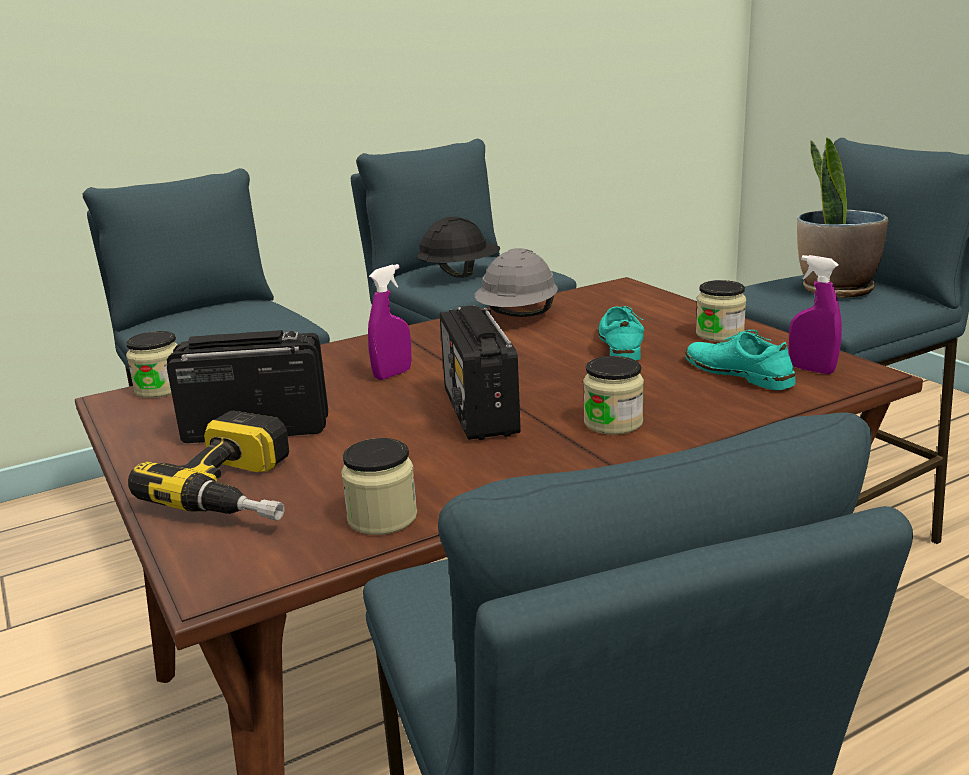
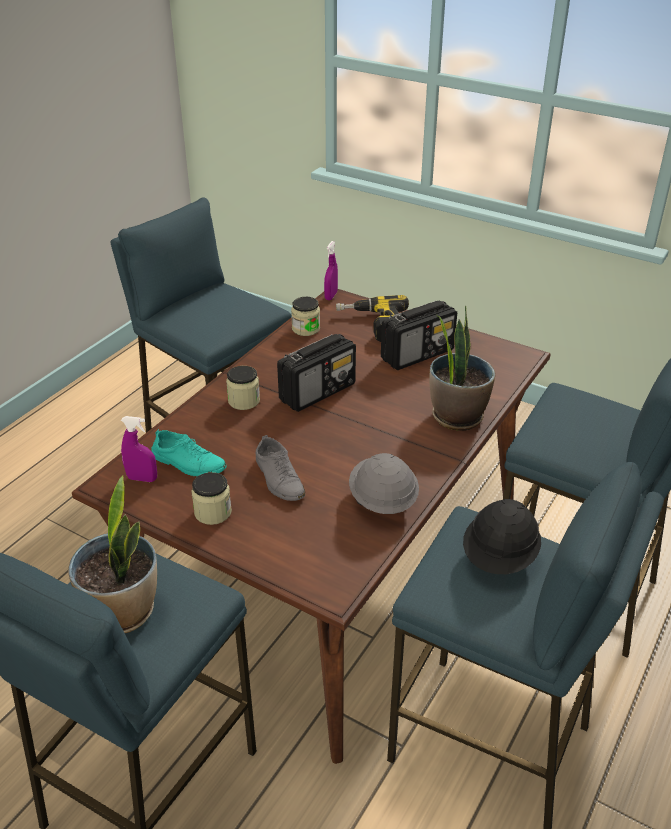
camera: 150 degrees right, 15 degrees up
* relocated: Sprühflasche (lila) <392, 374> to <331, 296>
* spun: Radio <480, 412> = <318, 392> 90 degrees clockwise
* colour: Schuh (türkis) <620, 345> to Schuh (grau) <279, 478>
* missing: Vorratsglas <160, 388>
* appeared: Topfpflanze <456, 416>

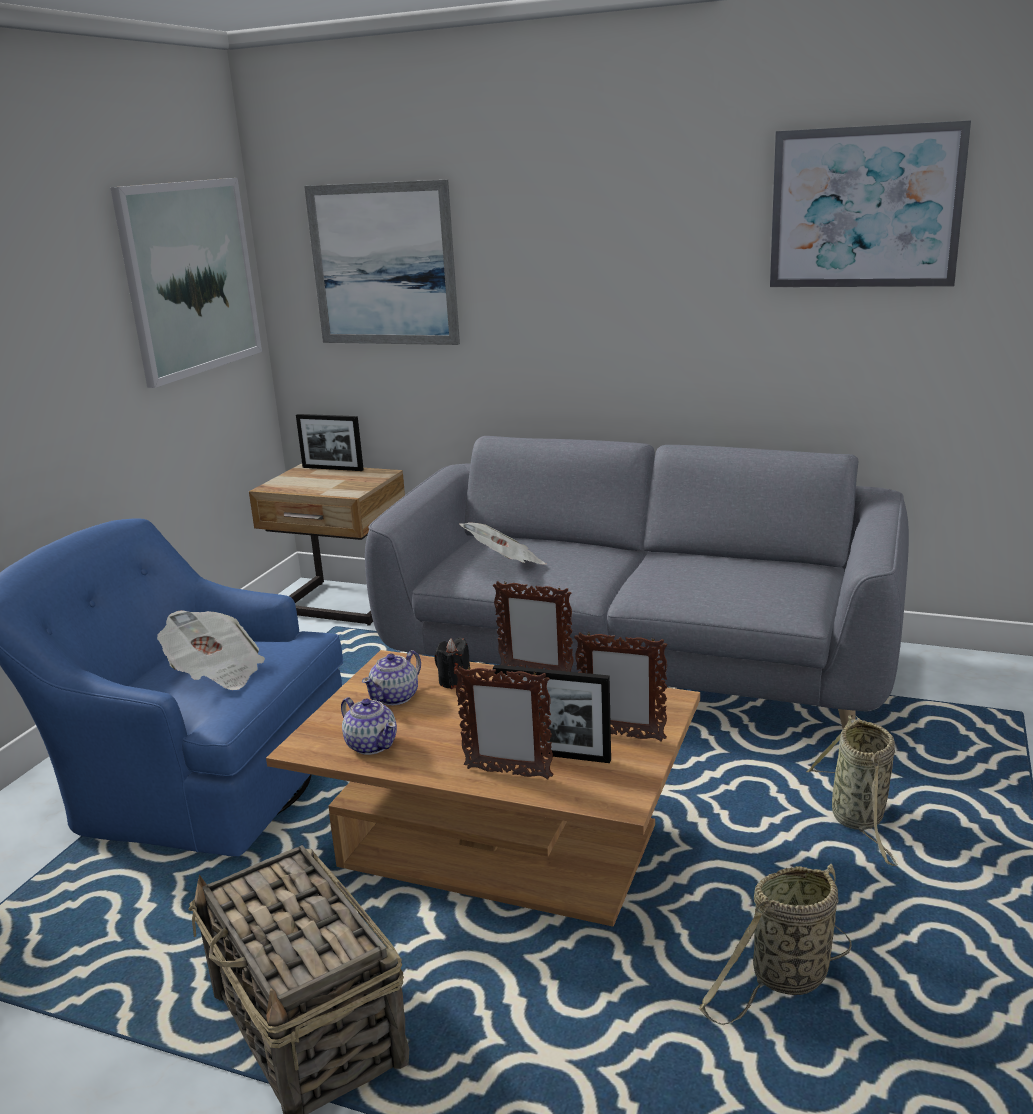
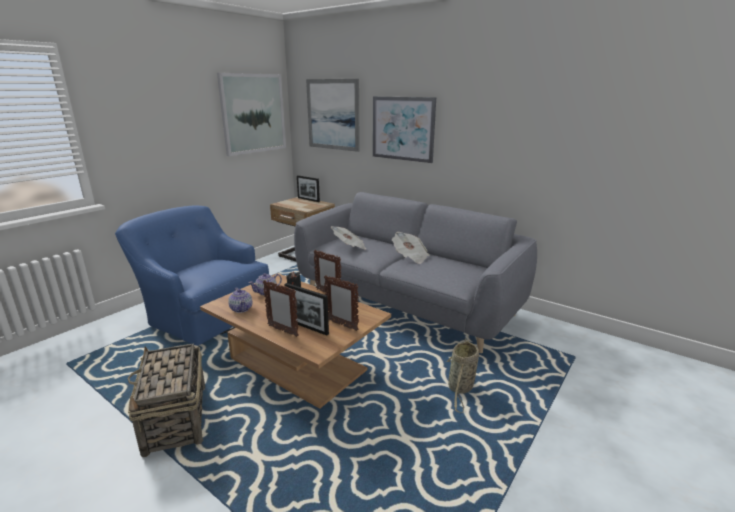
camera: 15 degrees right, 0 degrees up
* relocated: Bild <865, 208> to <403, 128>
* relocated: Zeitung <216, 672> to <410, 257>
* missing: Korb <786, 979>

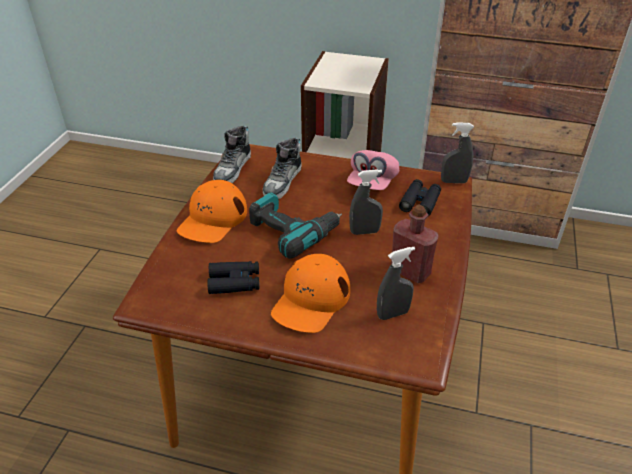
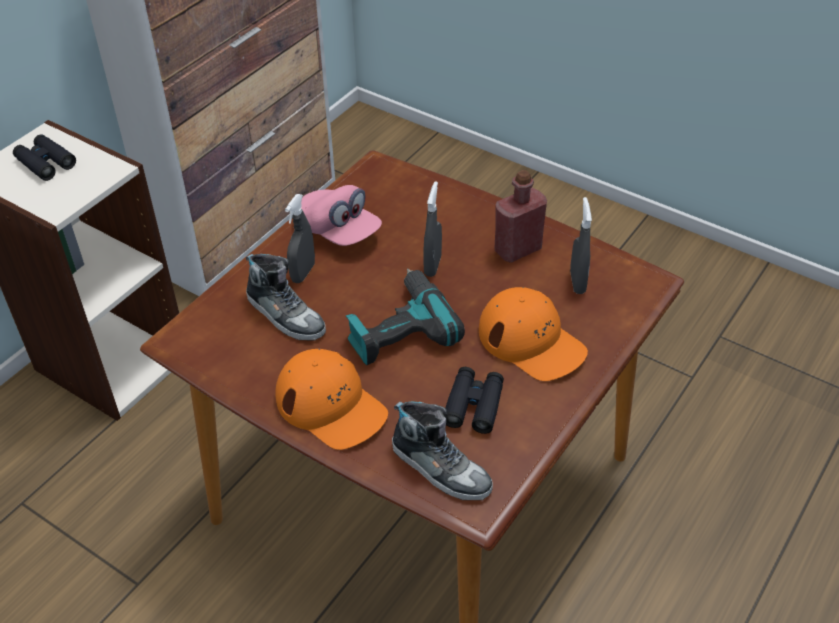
camera: 70 degrees left, 5 degrees up
* relocated: Sprühflasche (grau) <454, 181> to <303, 273>
* relocated: Schuh <233, 169> to <441, 468>
* relocated: Fernglas (schwarz) <420, 202> to <45, 163>

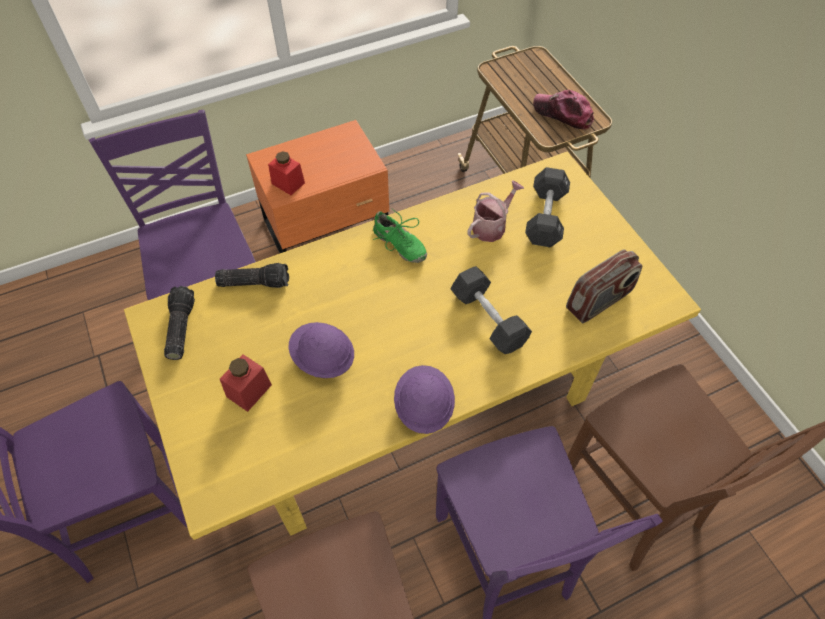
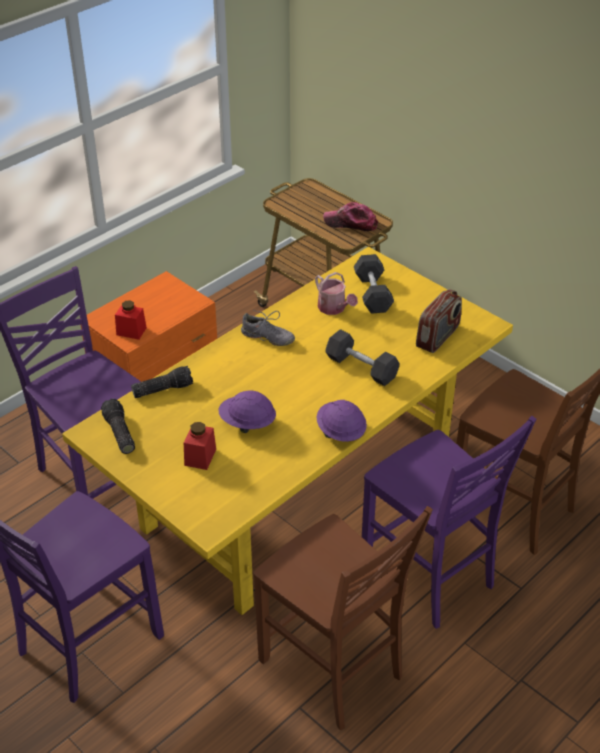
camera: 20 degrees left, 15 degrees down
* spun: Gießkanne <492, 226> = <334, 309> 120 degrees clockwise
* colour: Schuh (grün) <399, 245> to Schuh (grau) <267, 338>

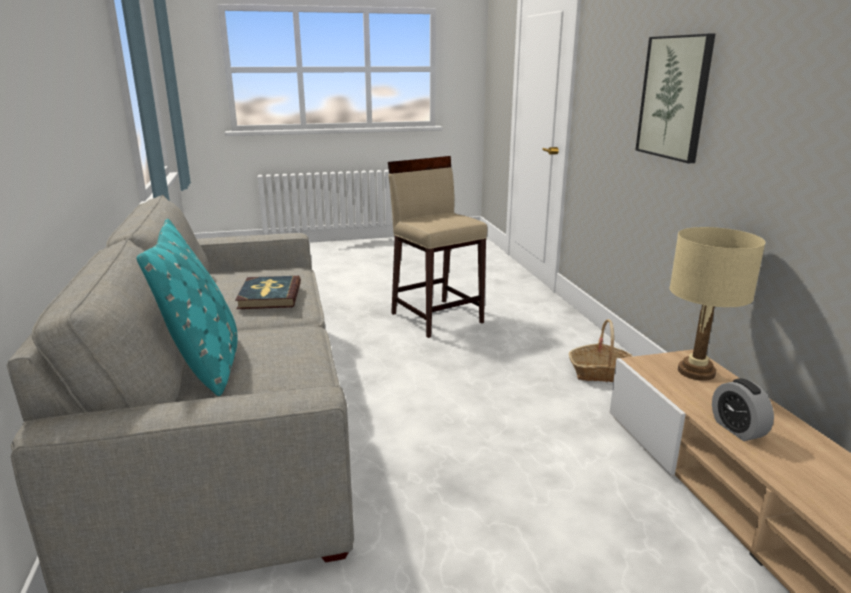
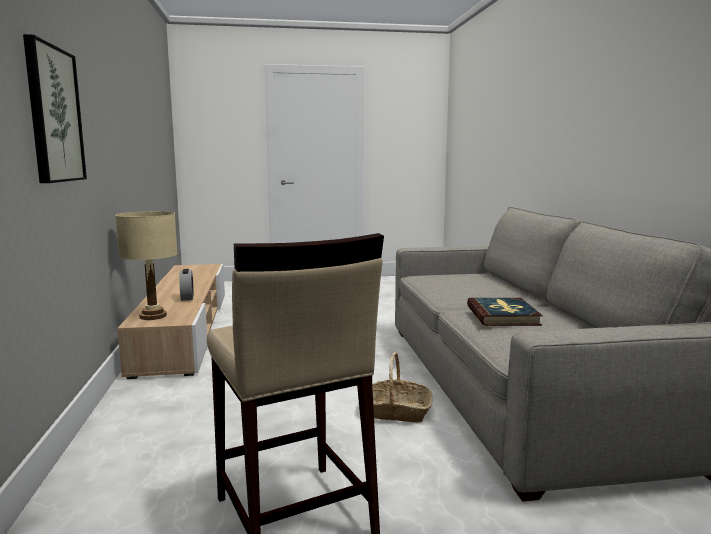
camera: 175 degrees left, 10 degrees down
* missing: Kissen (türkis) <205, 363>
* relocated: Korb <602, 373> to <395, 411>

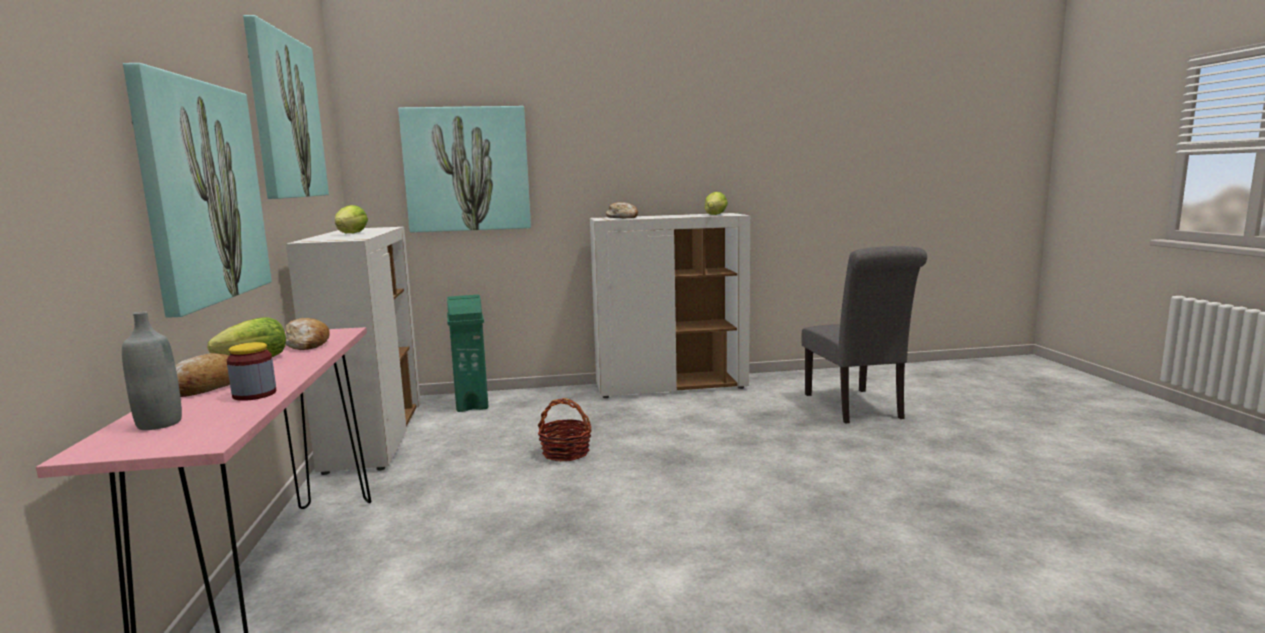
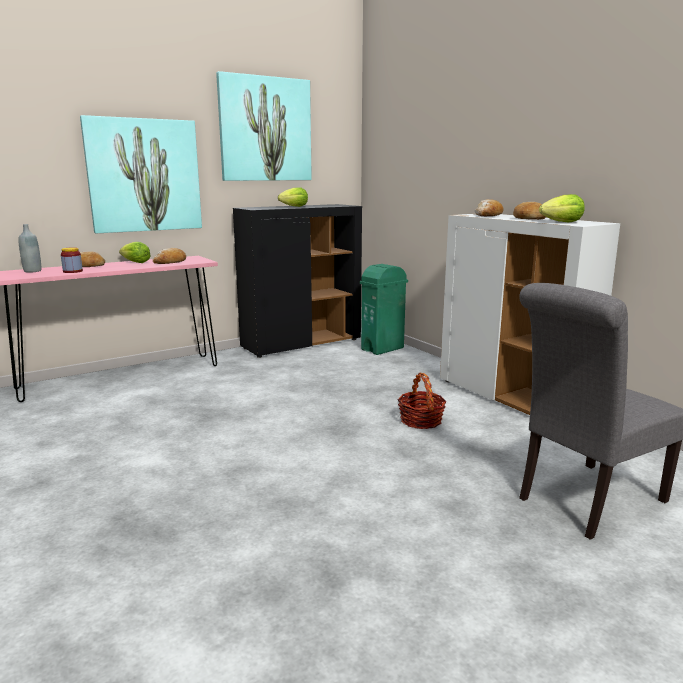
camera: 65 degrees right, 5 degrees up
* missing: Bild <467, 169>
* colour: Schrank (weiß) <374, 437> to Schrank (schwarz) <302, 343>
* relocated: Korb <566, 453> to <421, 421>
* appeared: Brot <528, 218>

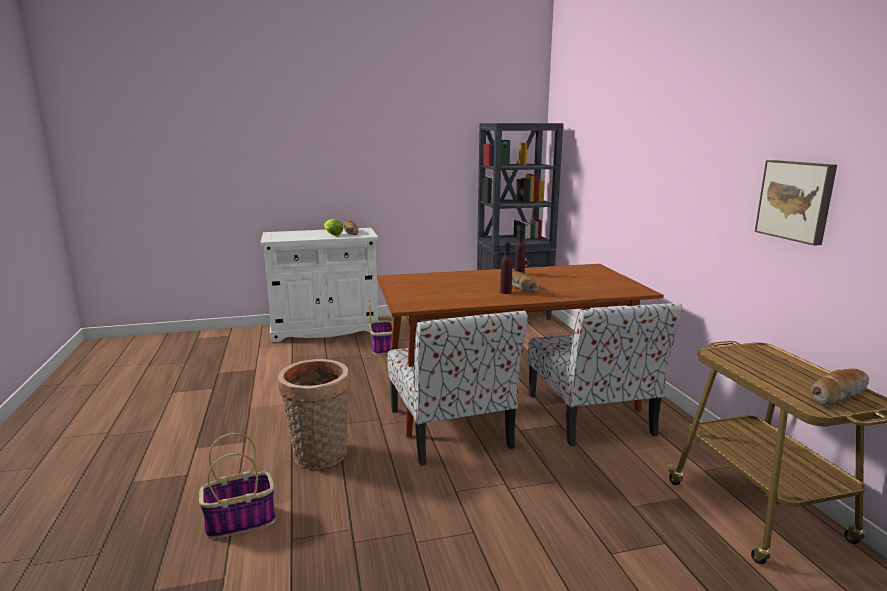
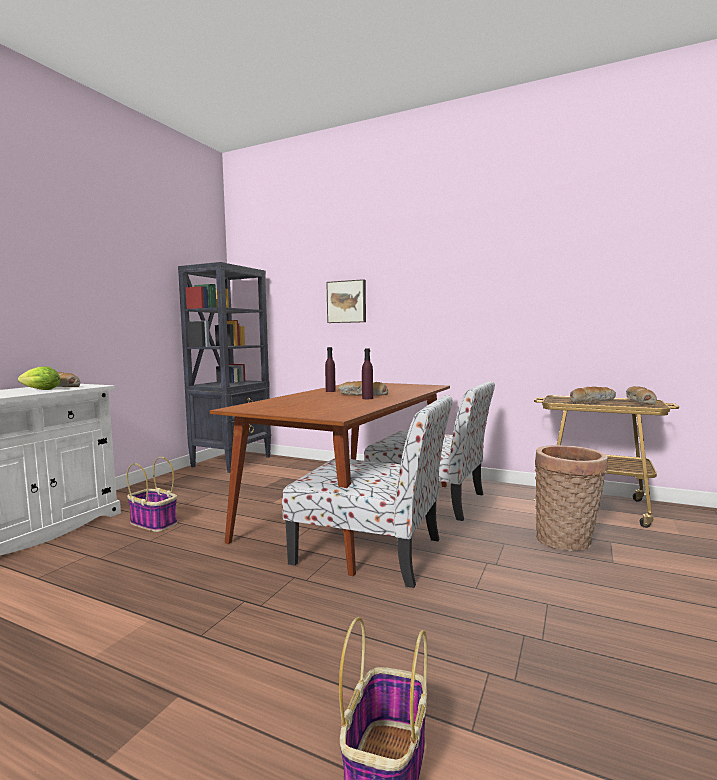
camera: 50 degrees left, 10 degrees down
* relocated: Bild <796, 200> to <347, 302>
* relocated: Korb <319, 457> to <567, 541>
* appeared: Brot <592, 401>

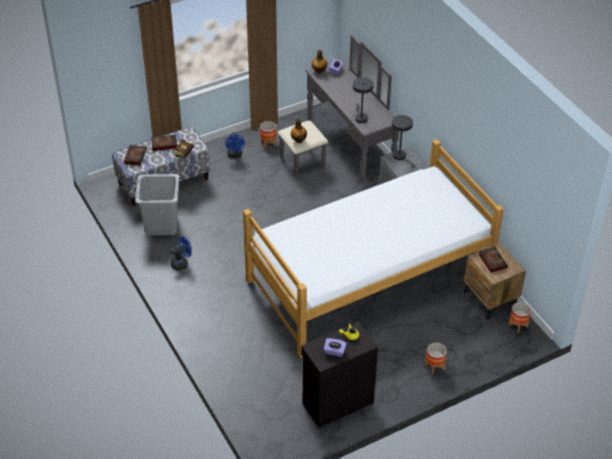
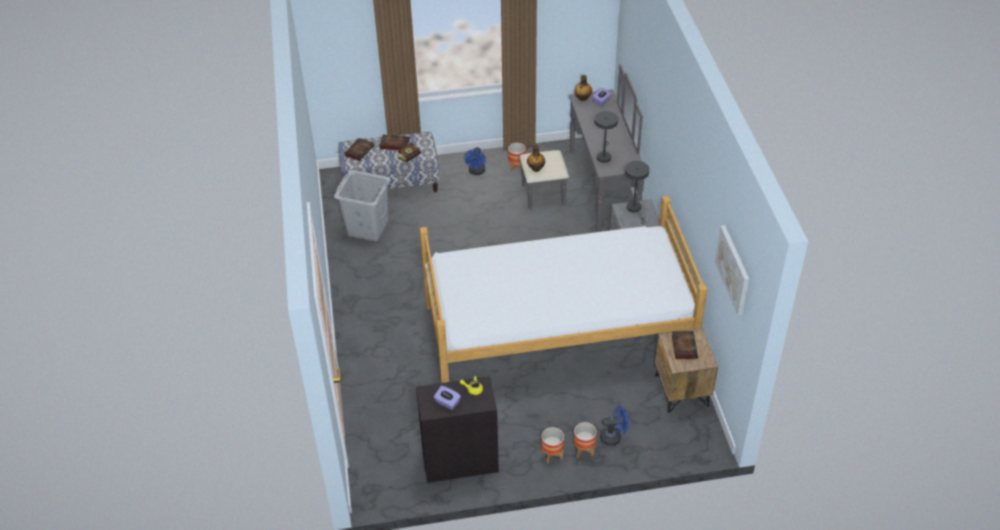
camera: 20 degrees right, 0 degrees up
* relocated: Ventilator (blau) <182, 263> to <614, 437>
* relocated: Pflanzkübel <518, 326> to <552, 455>
* appeared: Bild <733, 269>

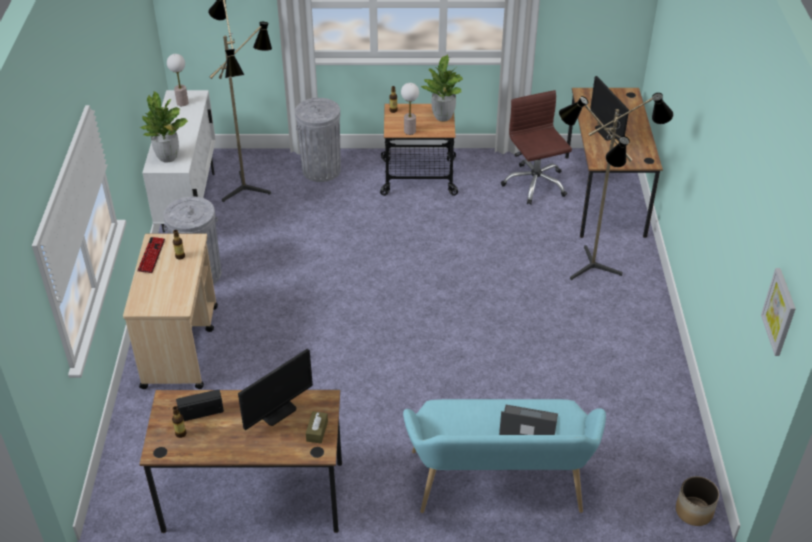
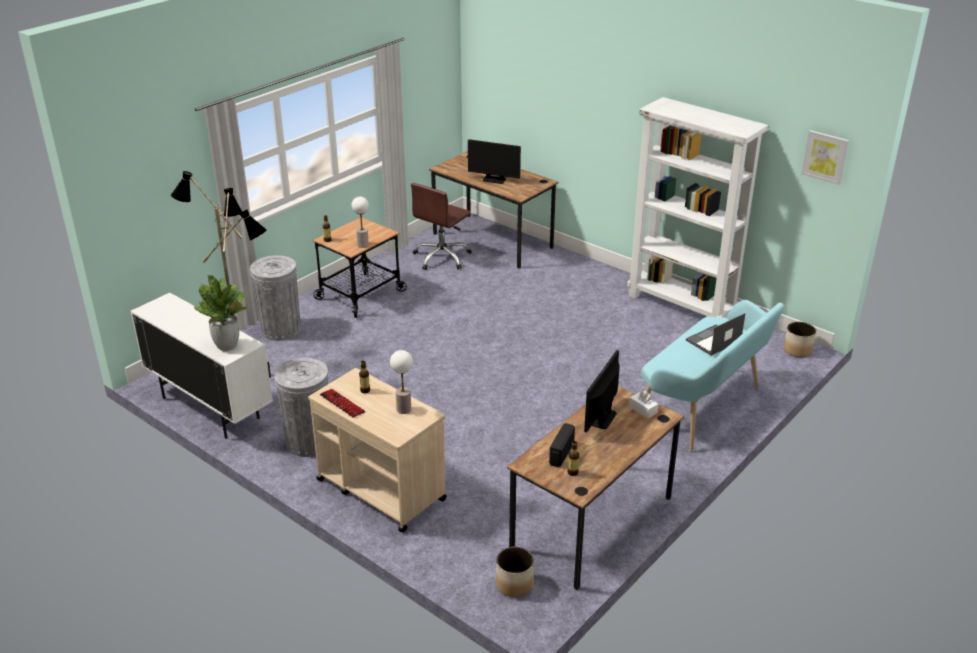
camera: 50 degrees left, 10 degrees down
* relocated: Tischlampe <182, 103> to <404, 409>
* missing: Topfpflanze <443, 117>
* spun: Bürostuhl (braun) <534, 184> = <442, 257> 75 degrees counterclockwise
* missing: Stehlampe <591, 271>
* spun: Monitor <277, 411> = <602, 418> 150 degrees counterclockwise
* colour: Taschentuchbox (braun) <317, 431> to Taschentuchbox (weiß) <643, 409>
* appeared: Bücherregal (weiß) <682, 306>
* appeared: Pflanzkübel <514, 584>

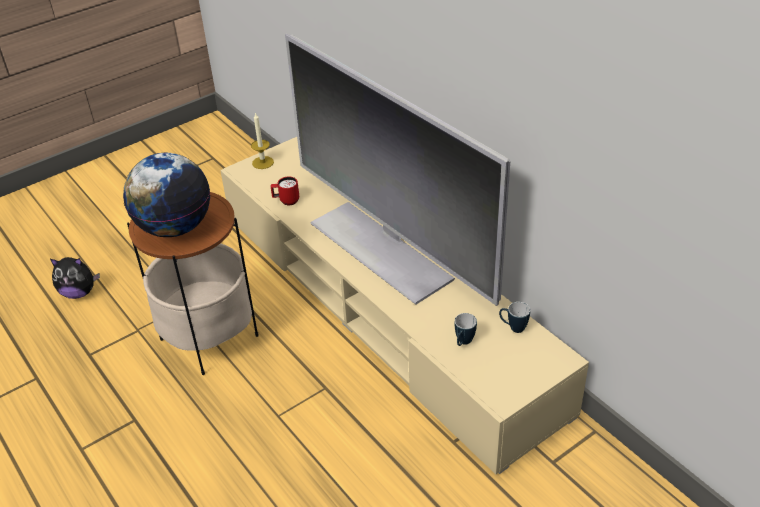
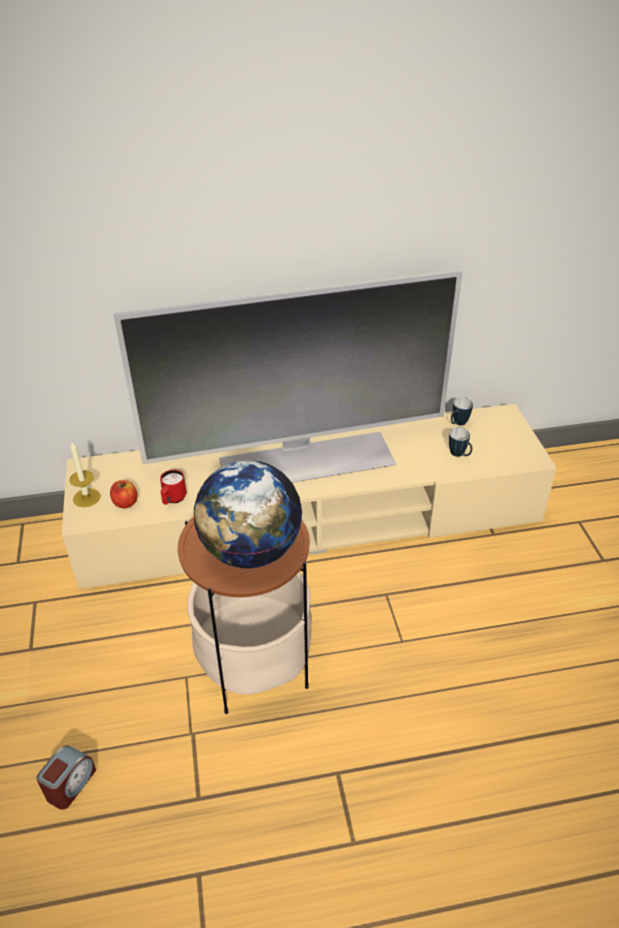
camera: 65 degrees left, 0 degrees up
* exchanged: Plüschtier <79, 292> to Wecker <70, 785>
* appeared: Apfel <125, 503>

